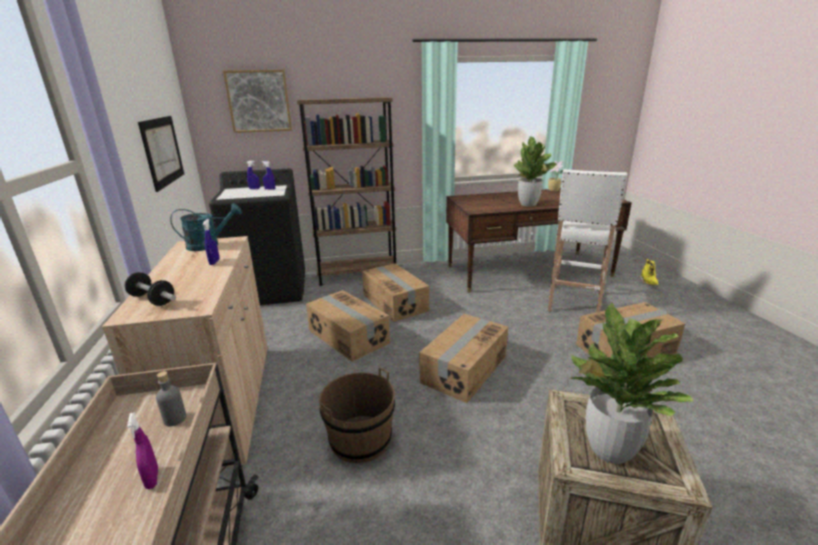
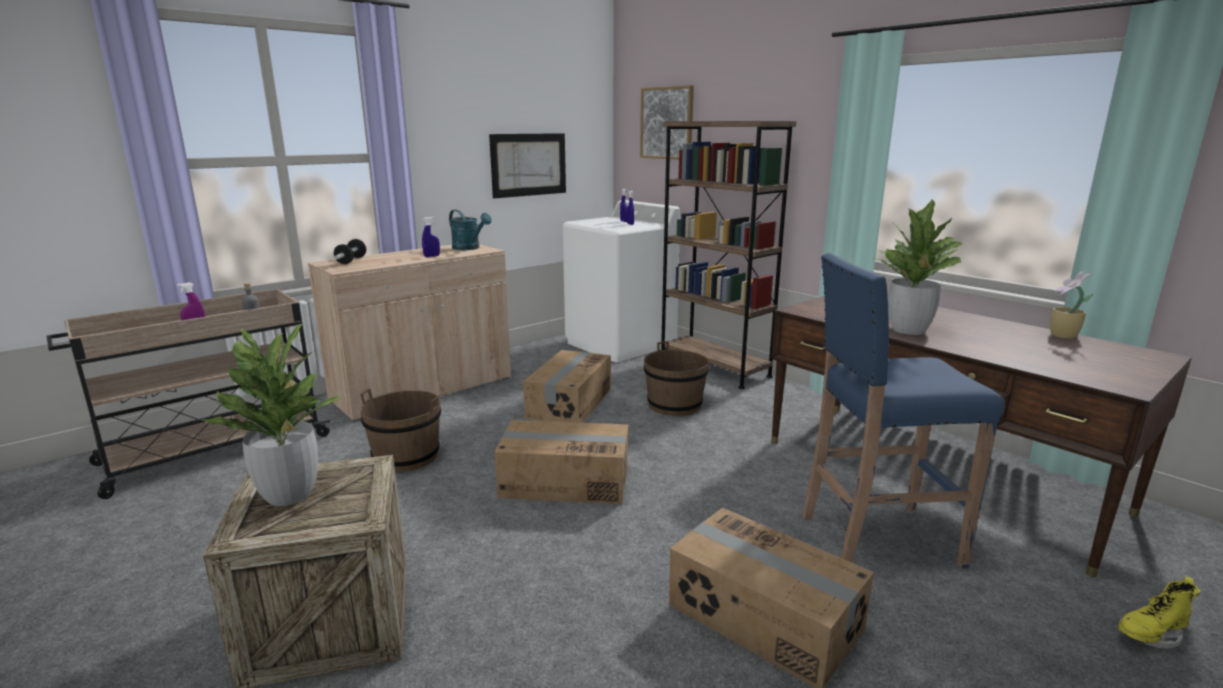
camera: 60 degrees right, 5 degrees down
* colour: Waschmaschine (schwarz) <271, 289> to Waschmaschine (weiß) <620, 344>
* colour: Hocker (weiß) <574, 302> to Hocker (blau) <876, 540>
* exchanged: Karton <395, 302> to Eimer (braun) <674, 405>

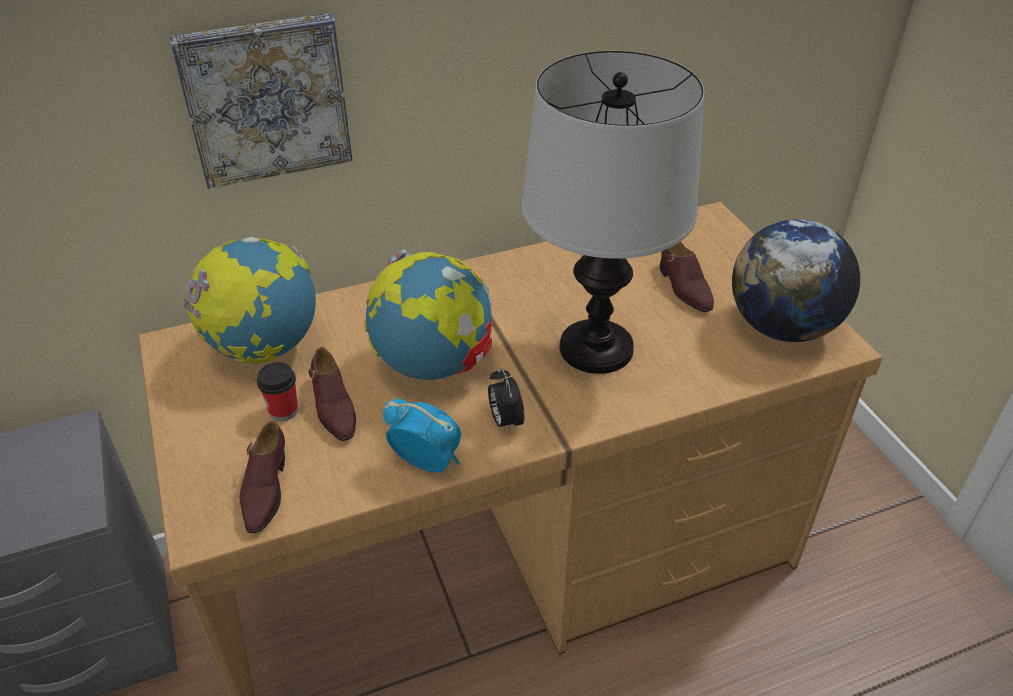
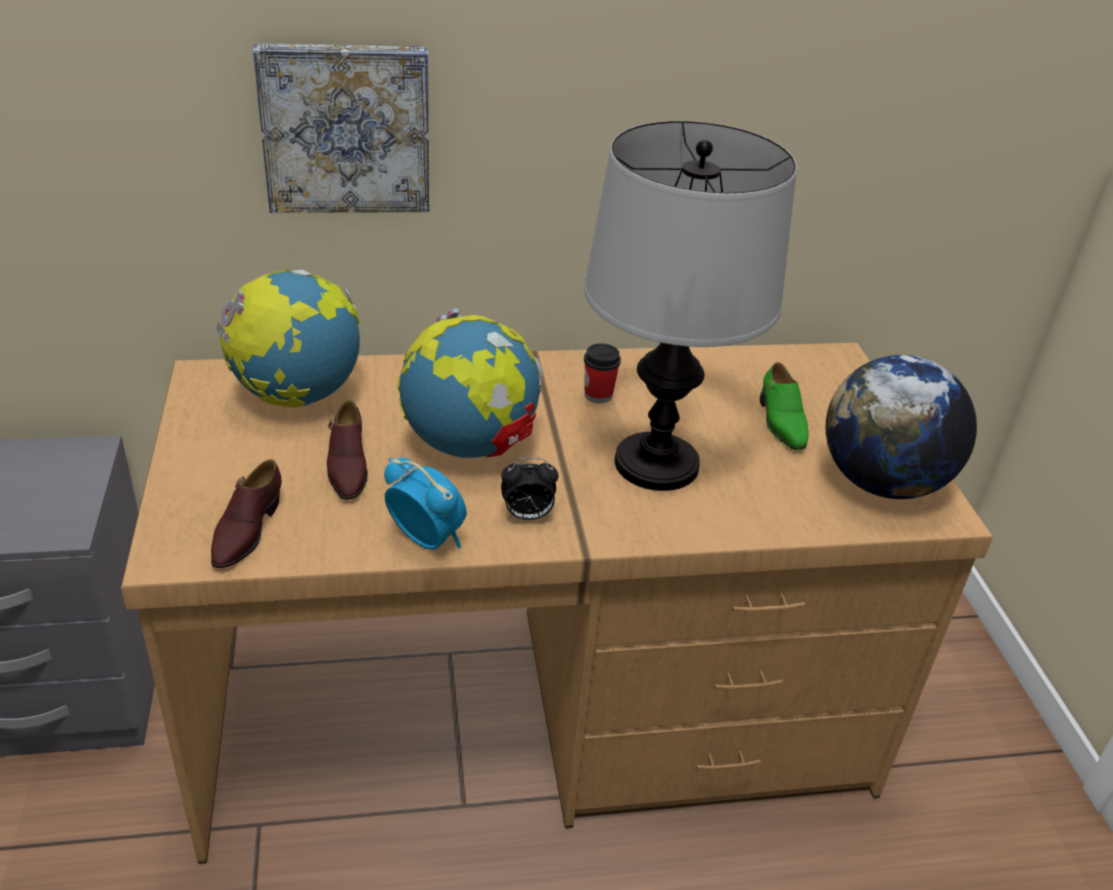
camera: 10 degrees right, 5 degrees down
* colour: Schuh (braun) <684, 288> to Schuh (grün) <781, 422>
* relocated: Tasse <283, 411> to <598, 395>
* spun: Wecker <505, 421> = <527, 516> 90 degrees counterclockwise

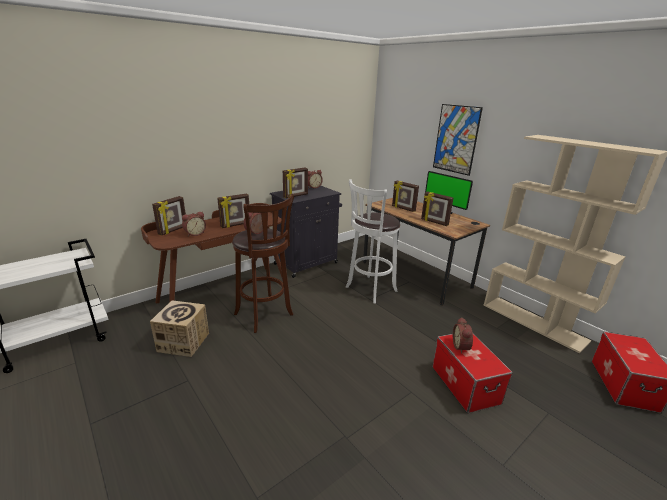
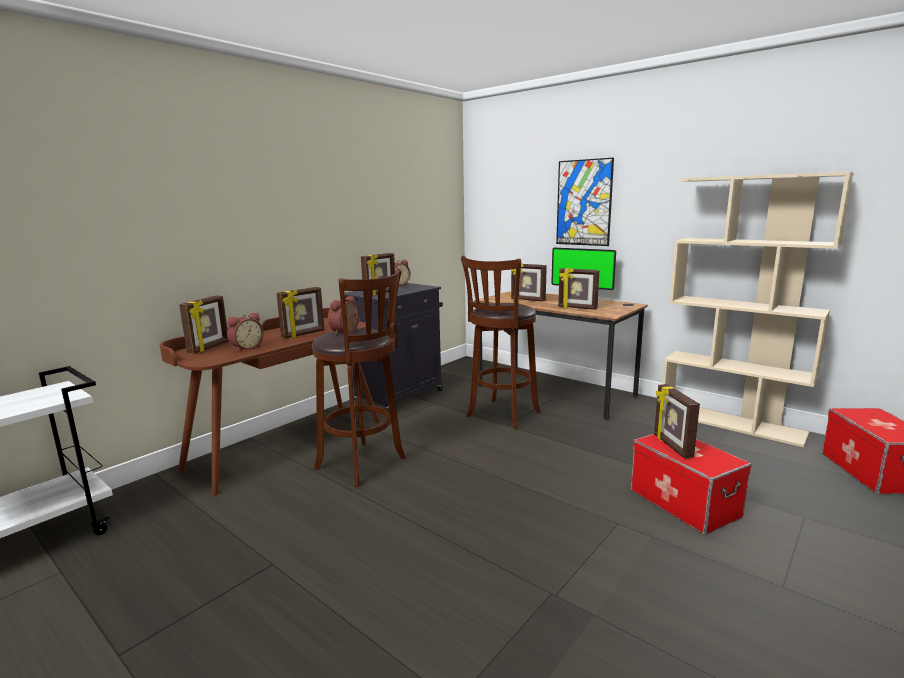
camera: 10 degrees left, 10 degrees down
* colour: Hocker (weiß) <369, 290> to Hocker (braun) <501, 415>
* missing: Karton <183, 342>
* exchanged: Wecker <461, 347> to Bilderrahmen <671, 446>

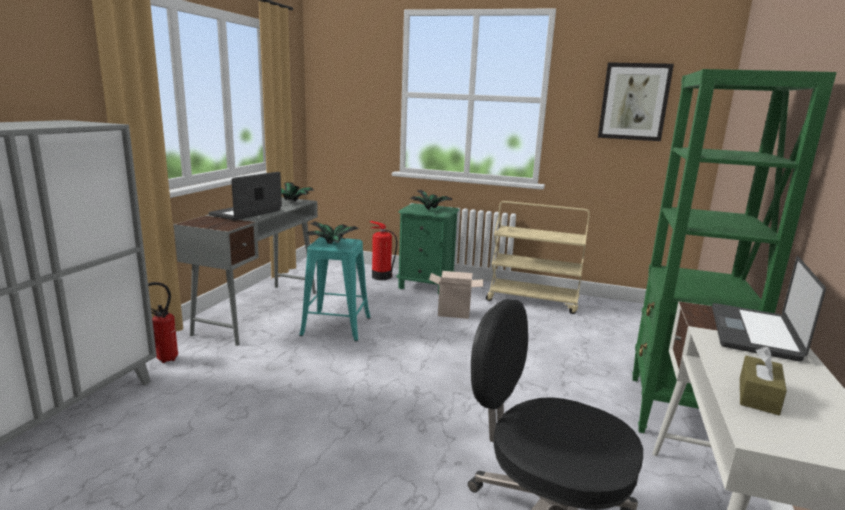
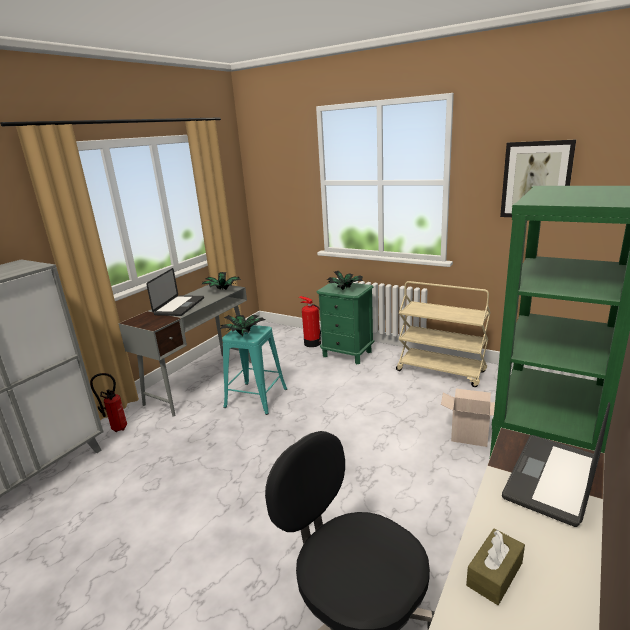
camera: 15 degrees right, 5 degrees up
* spun: Laptop <246, 213> = <179, 306> 150 degrees clockwise
* relocated: Karton <455, 312> to <470, 436>

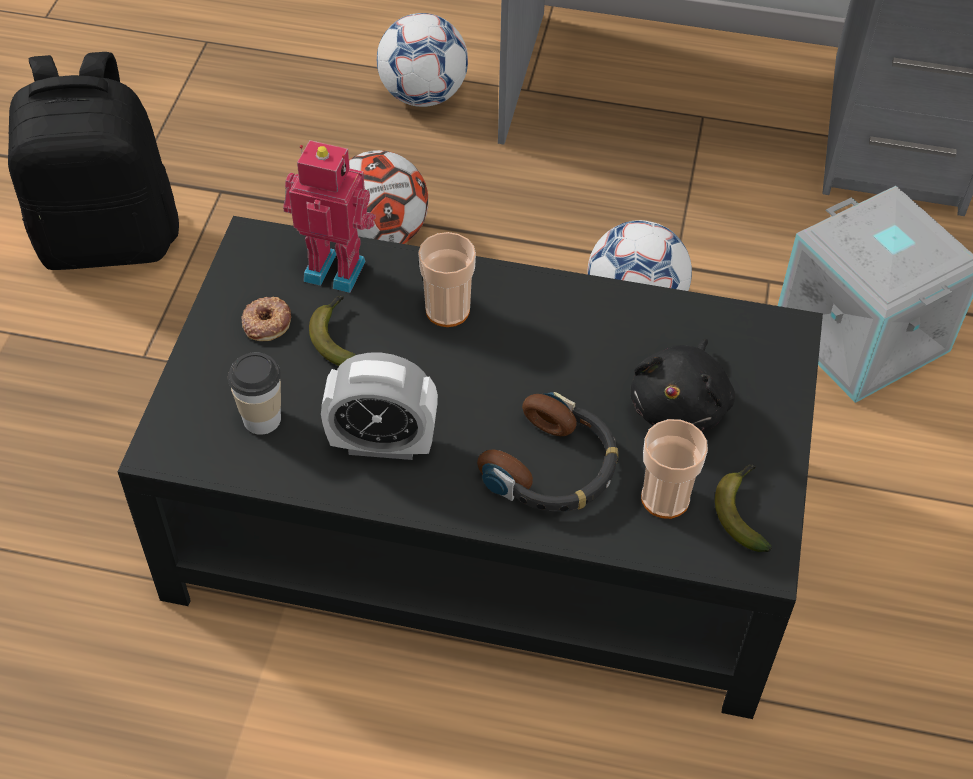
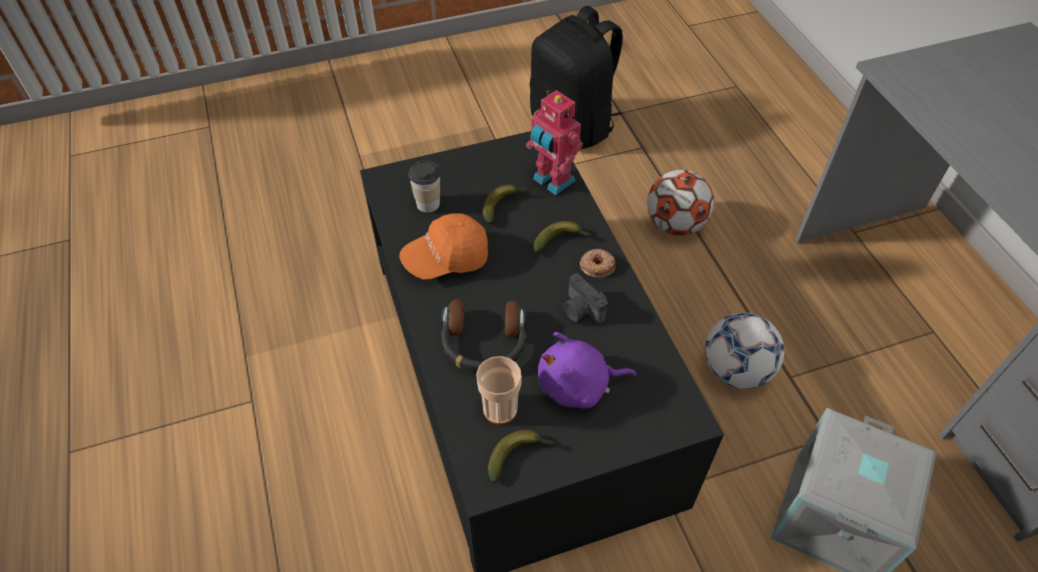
camera: 60 degrees right, 0 degrees up
* missing: Fußball <423, 95>
* spun: Spielzeugroboter <336, 268> = <552, 181> 150 degrees clockwise
* exchanged: Tasse <447, 310> to Banane <561, 241>
* relocated: Donut <266, 322> to <597, 265>
* colour: Plüschtier (schwarz) <680, 406> to Plüschtier (lila) <578, 386>
* exchanged: Wecker <382, 444> to Kappe (orange) <446, 259>
* appeared: Kamera <581, 311>

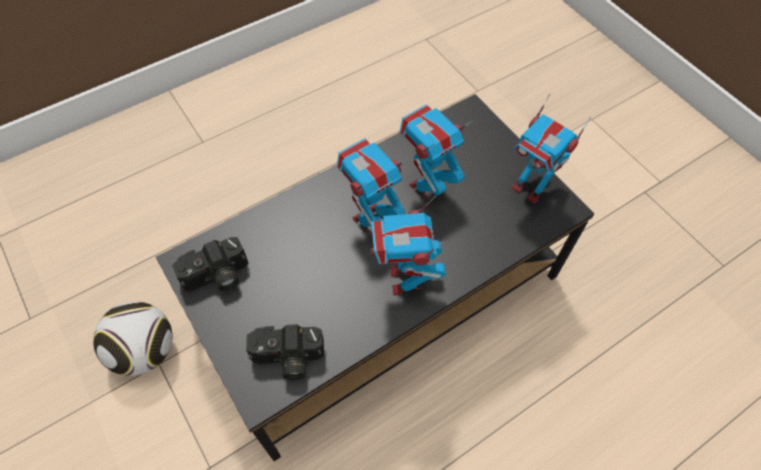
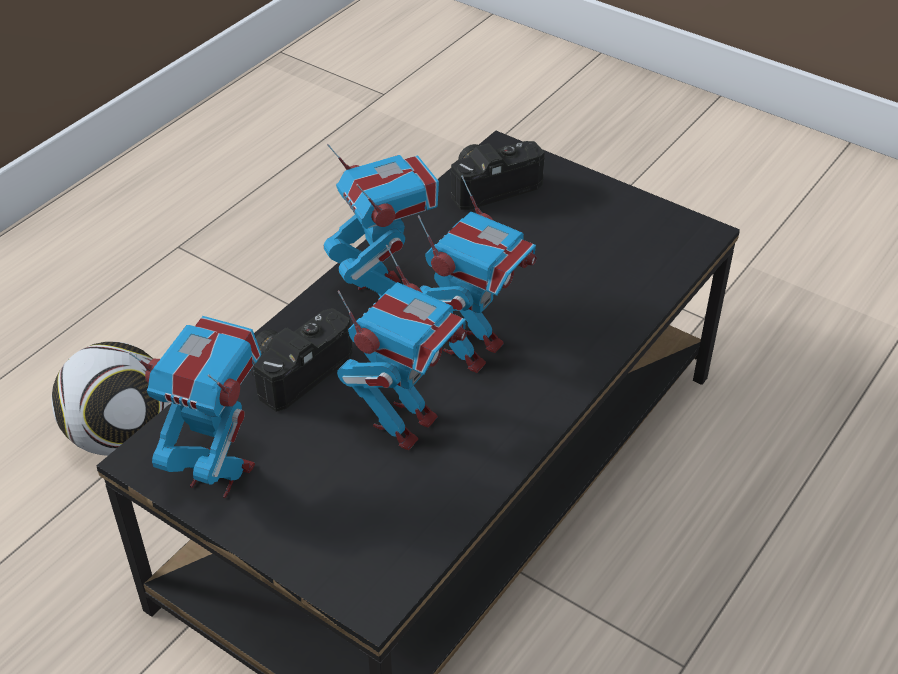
camera: 160 degrees right, 15 degrees down
* relocated: Kamera <217, 277> to <297, 369>
* relocated: Fußball <145, 351> to <121, 435>

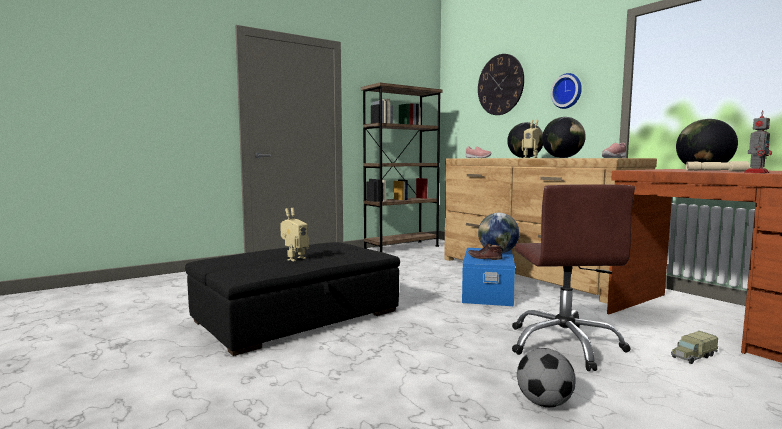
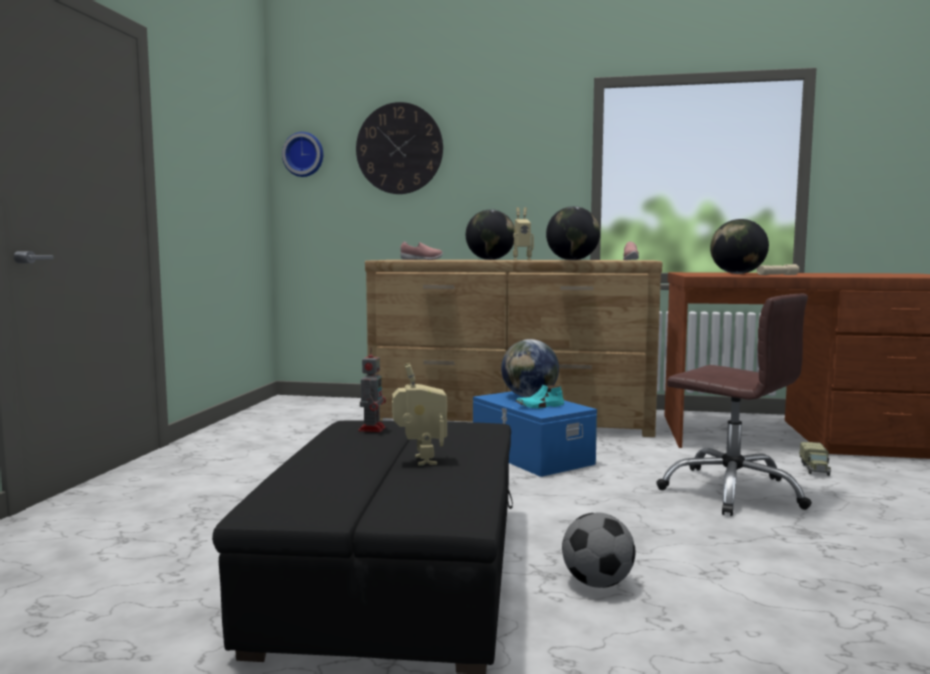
camera: 45 degrees left, 0 degrees up
* relocated: Wanduhr <567, 91> to <304, 155>
* missing: Bücherregal (braun) <401, 247>
* relocated: Spielzeugroboter <756, 172> to <372, 429>
* colour: Schuh (braun) <484, 258> to Schuh (türkis) <540, 406>
* relocated: Fußball <544, 403> to <598, 583>

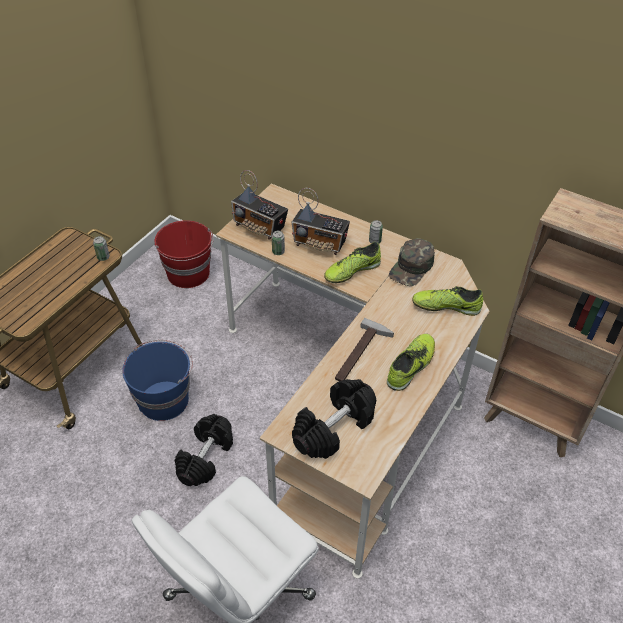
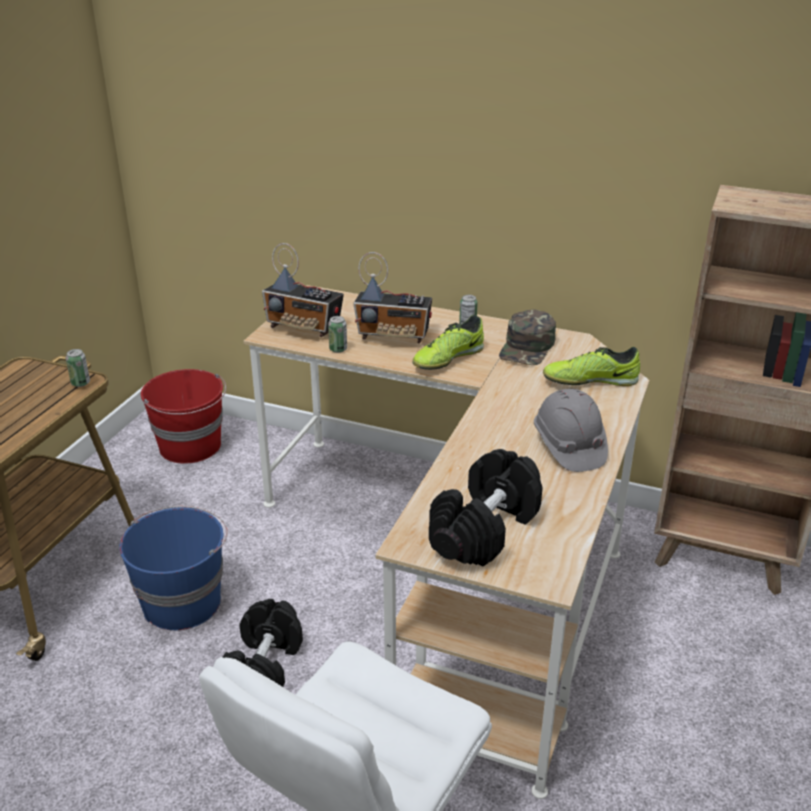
camera: 10 degrees left, 15 degrees down
* missing: Hammer <361, 355>
* exchanged: Schuh <411, 366> to Schutzhelm (grau) <568, 447>

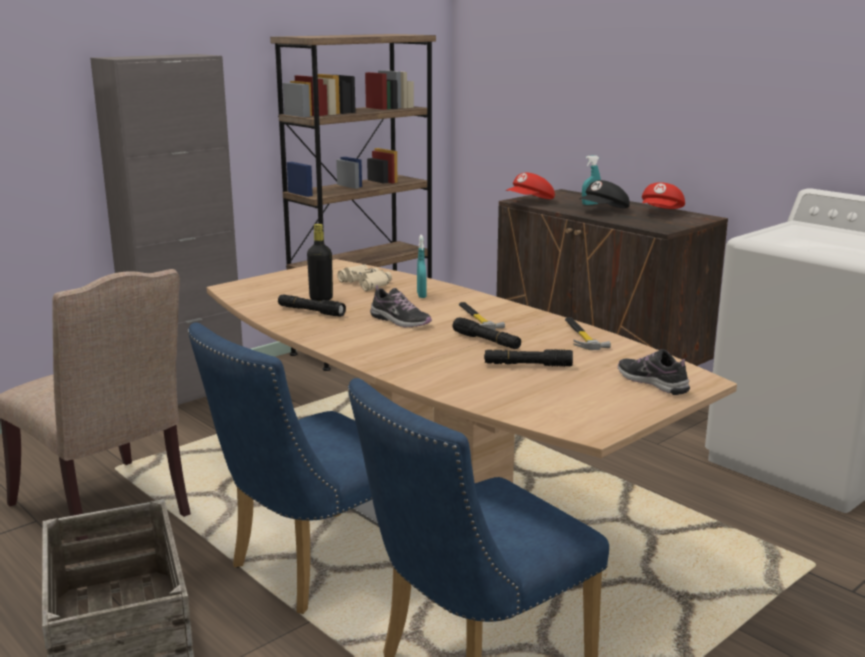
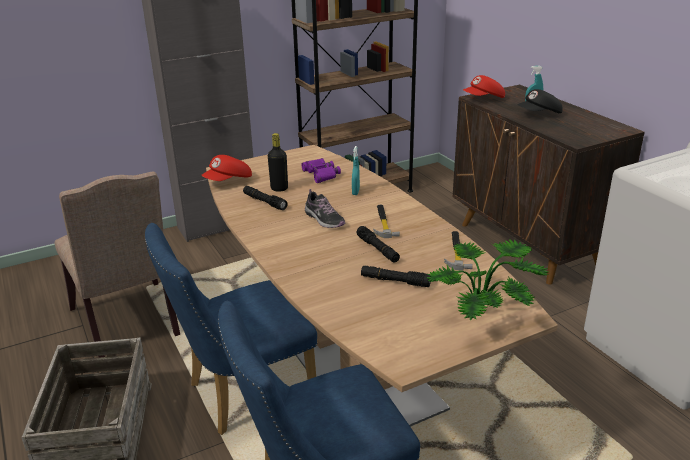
camera: 15 degrees right, 10 degrees up
* relocated: Kappe (rot) <661, 212> to <228, 181>
* colour: Fernglas (beige) <366, 283> to Fernglas (lila) <321, 174>
* exchanged: Schuh <652, 383> to Topfpflanze <485, 315>

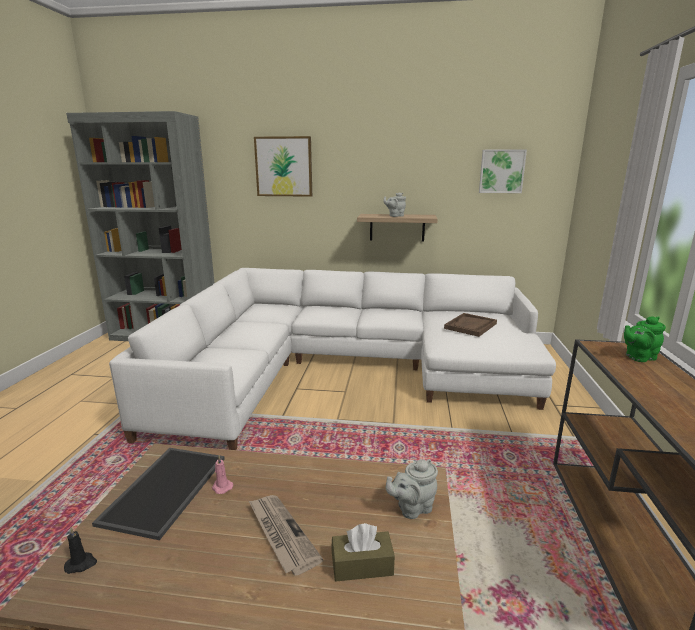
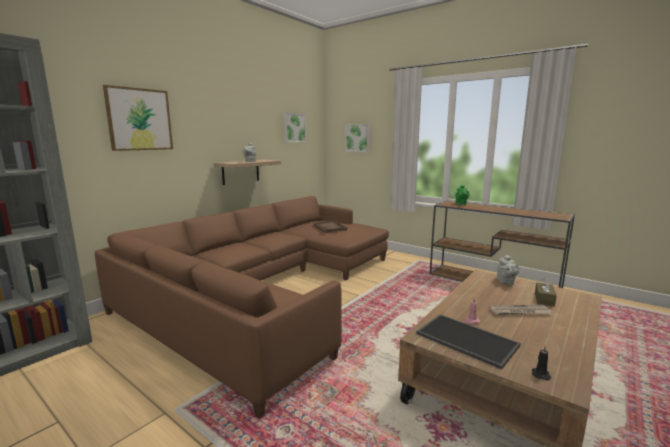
camera: 60 degrees left, 5 degrees down
* colour: Sofa (weiß) <345, 368> to Sofa (braun) <267, 289>
* appeared: Bild <358, 138>

